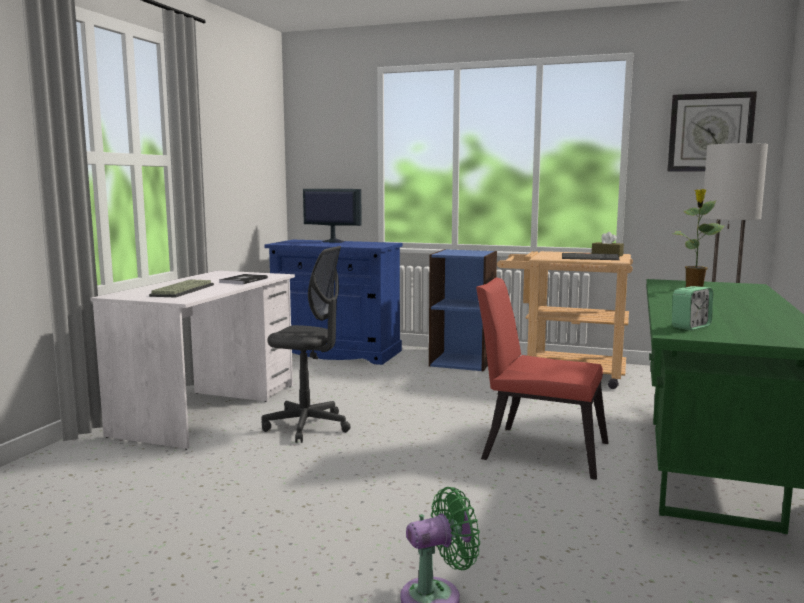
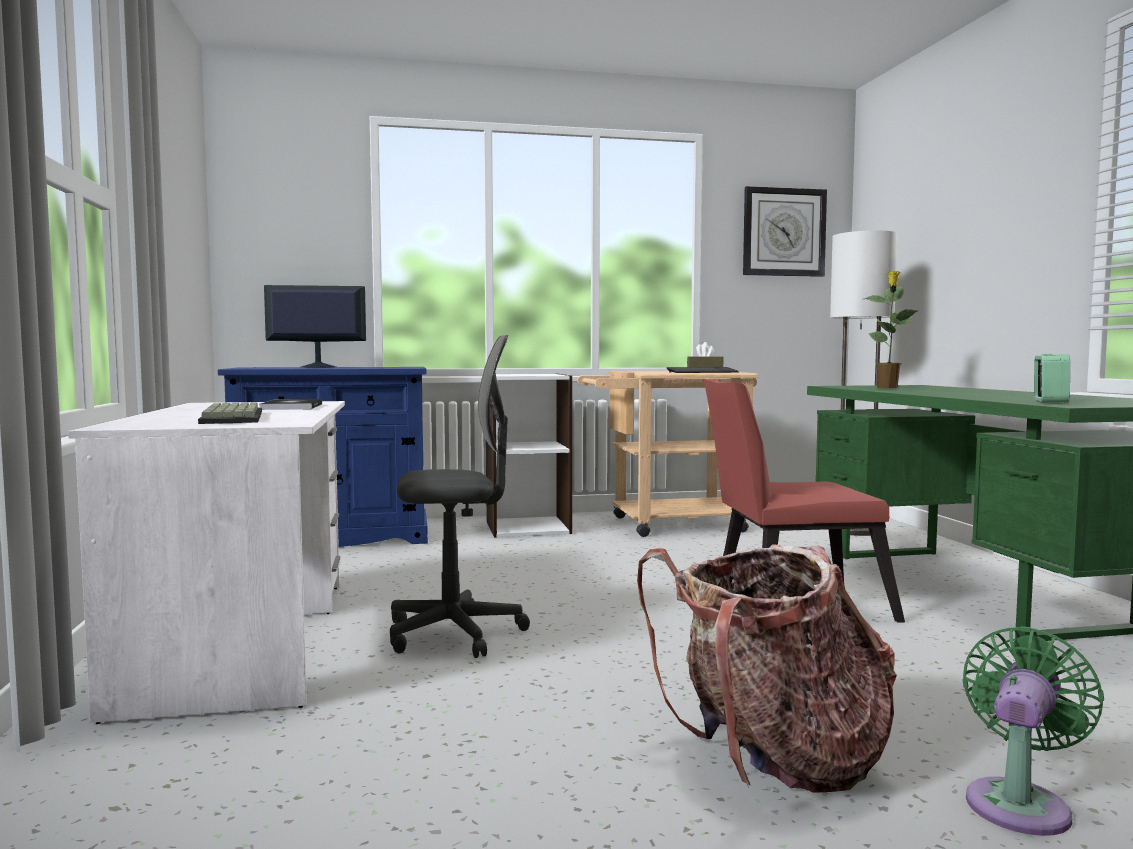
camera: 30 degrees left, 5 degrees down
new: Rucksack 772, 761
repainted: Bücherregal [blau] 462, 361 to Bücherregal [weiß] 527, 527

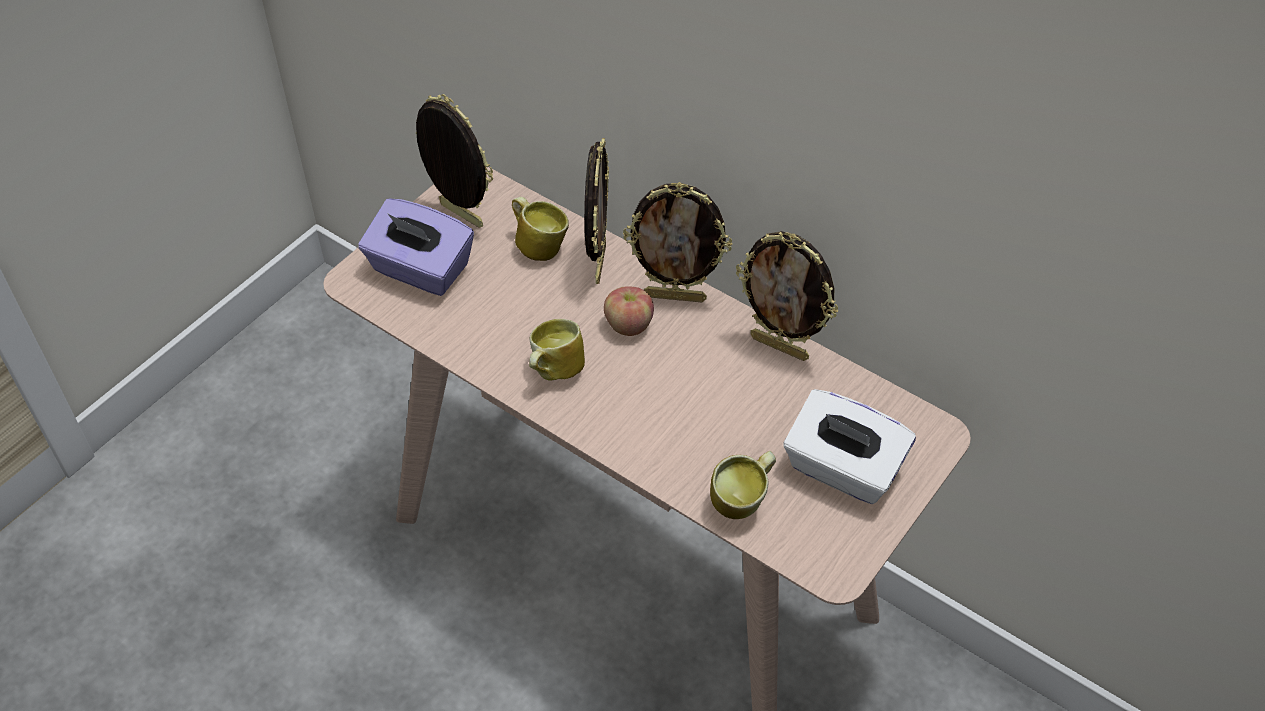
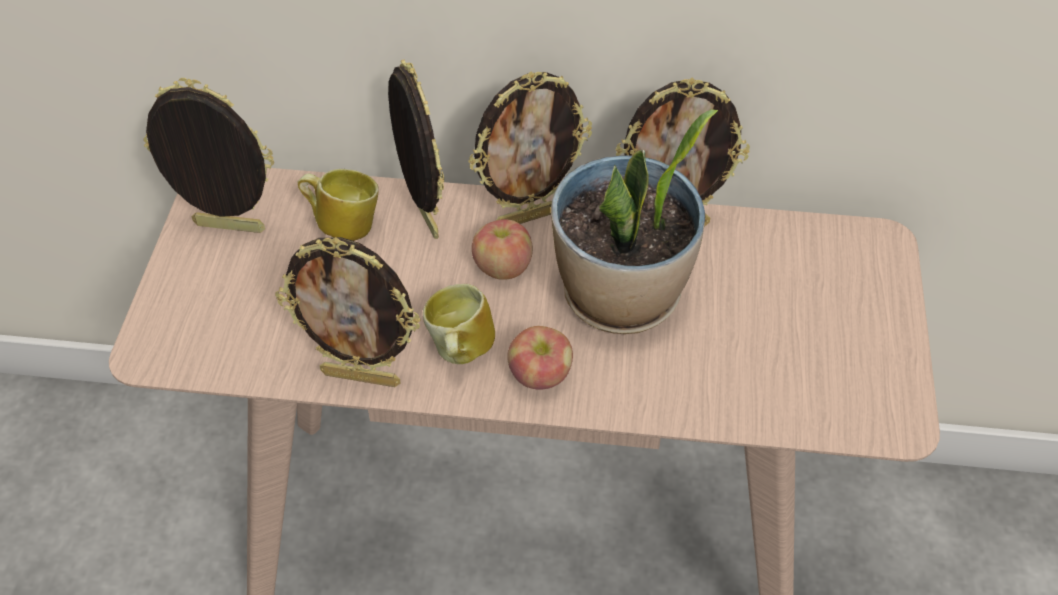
camera: 30 degrees left, 0 degrees up
gone: Taschentuchbox [lila] 420, 270; Henkelbecher 742, 503; Taschentuchbox [weiß] 842, 469
new: Bilderrahmen 362, 376; Apfel 540, 376; Topfpflanze 621, 297

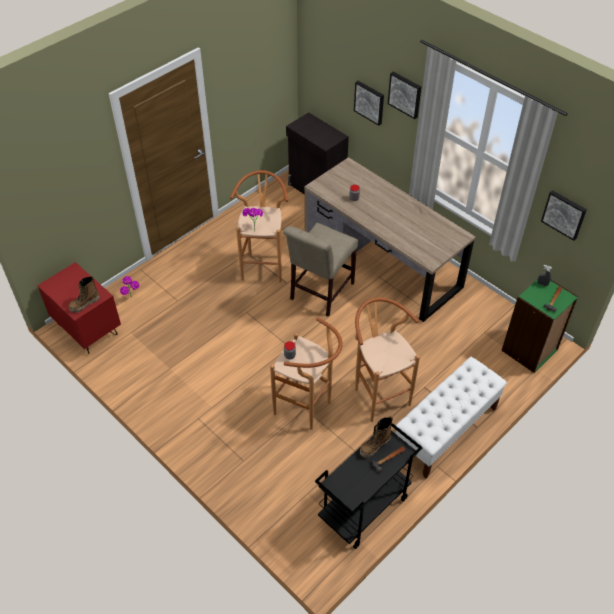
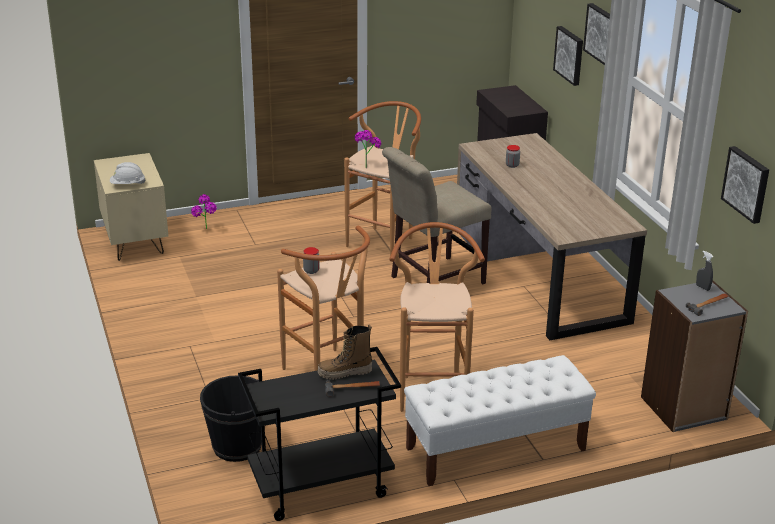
camera: 25 degrees right, 20 degrees down
new: Eimer [schwarz] 237, 446
swapped: Stiefel 85, 304 to Schutzhelm [weiß] 127, 185
repainted: Nachttisch [rot] 87, 330 to Nachttisch [beige] 135, 242; Bücherregal [grün] 530, 350 to Bücherregal [grau] 684, 408

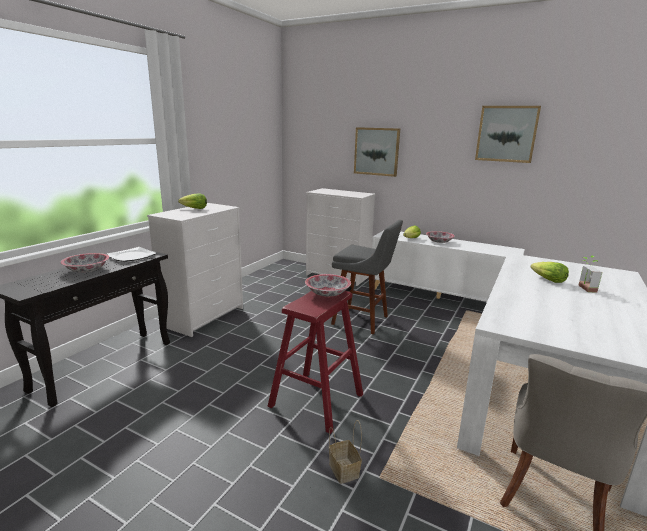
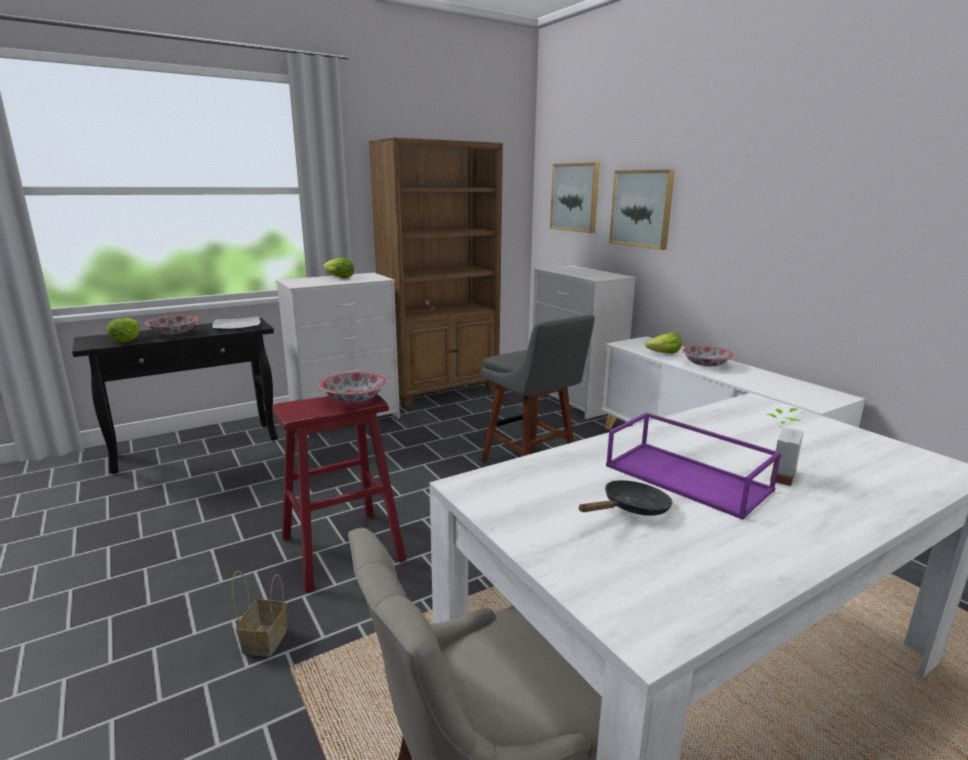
camera: 30 degrees right, 0 degrees up
new: Bücherregal [braun] 442, 392; Pfanne [schwarz] 631, 509; Tablett [lila] 689, 478
shifted: Salatkopf 548, 280 to 126, 340; Bild 506, 134 to 575, 197

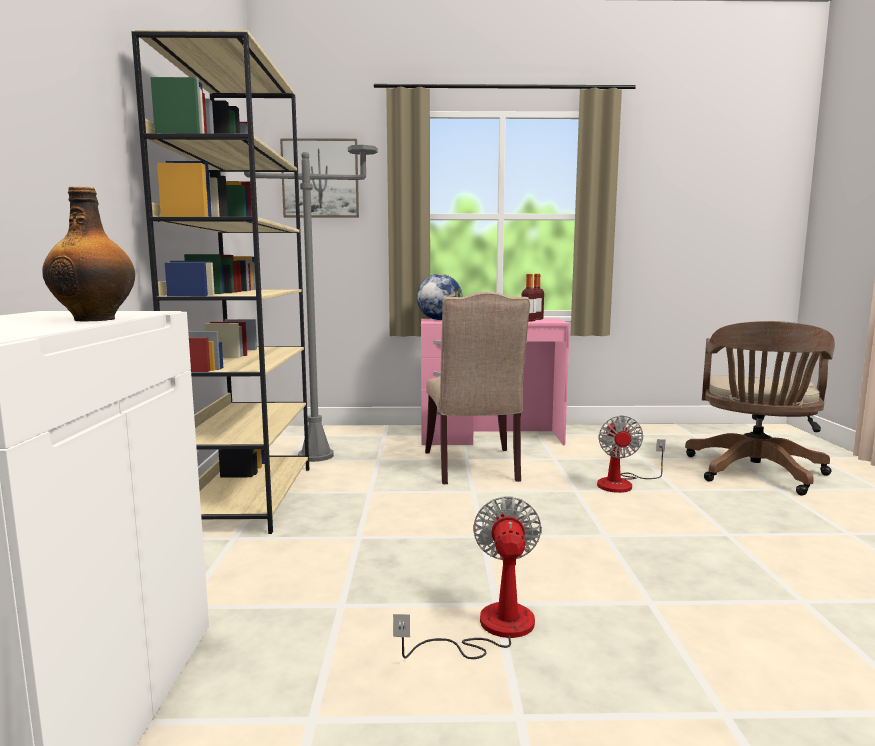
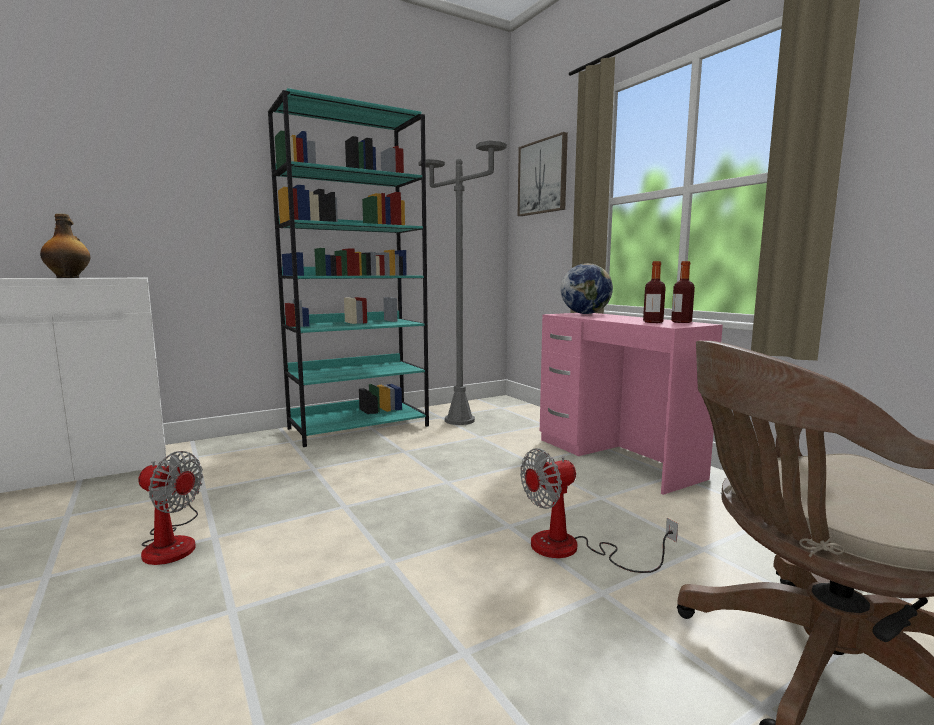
camera: 60 degrees right, 0 degrees up
gone: Stuhl [beige] 474, 468
repainted: Bücherregal [beige] 249, 497 to Bücherregal [türkis] 359, 427
rotated: Ventilator 490, 629 = 172, 542 45 degrees clockwise

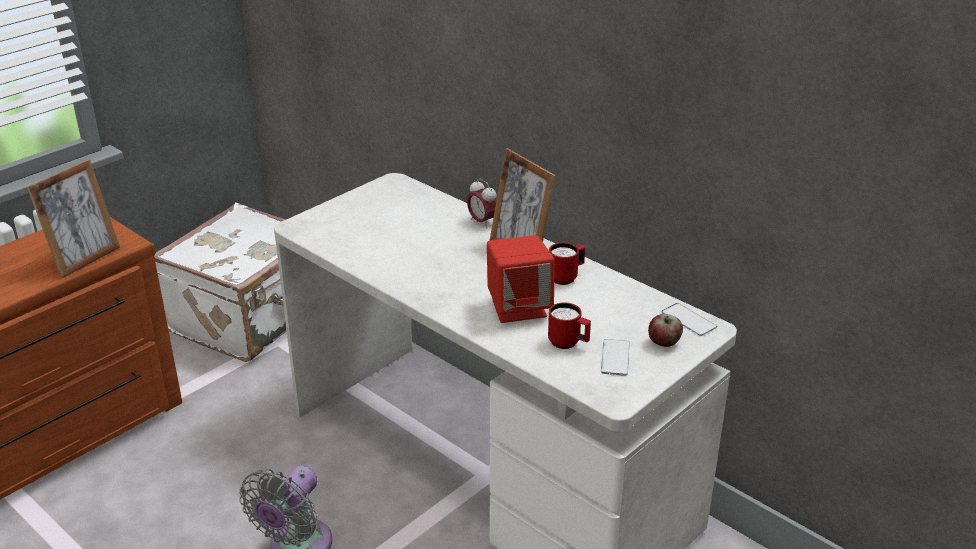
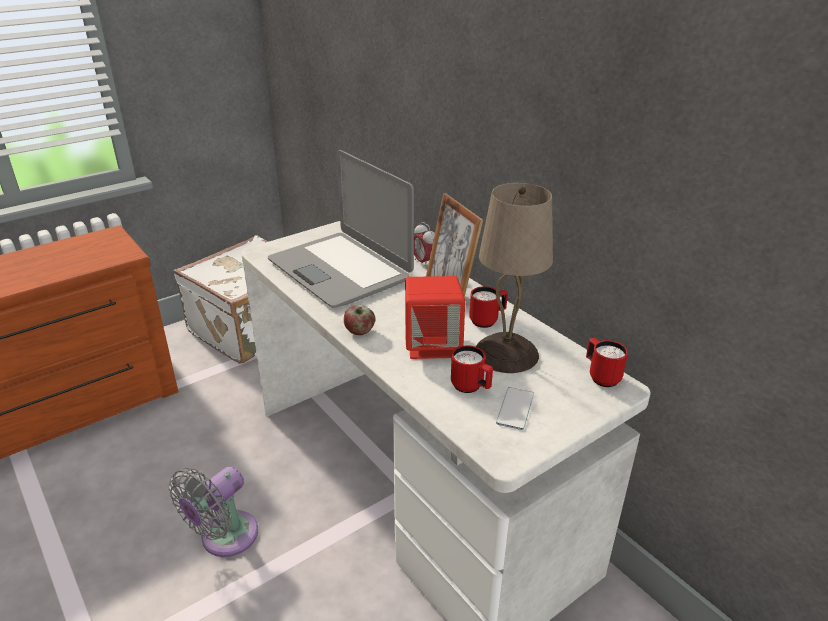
camera: 10 degrees right, 0 degrees up
gone: Bilderrahmen 85, 259
new: Laptop 340, 269; Tischlampe [beige] 507, 352
shifted: Apfel 664, 343 to 359, 332
swapped: Handy 688, 320 to Henkelbecher [rot] 601, 376

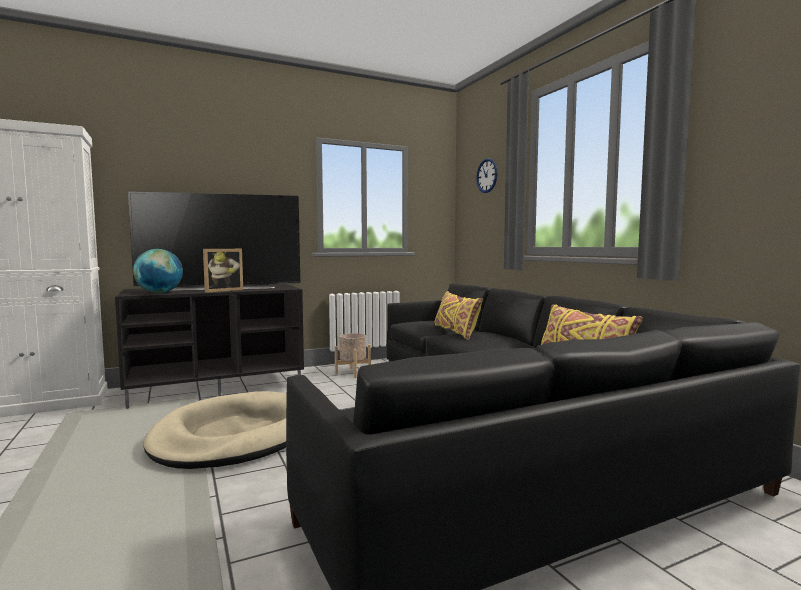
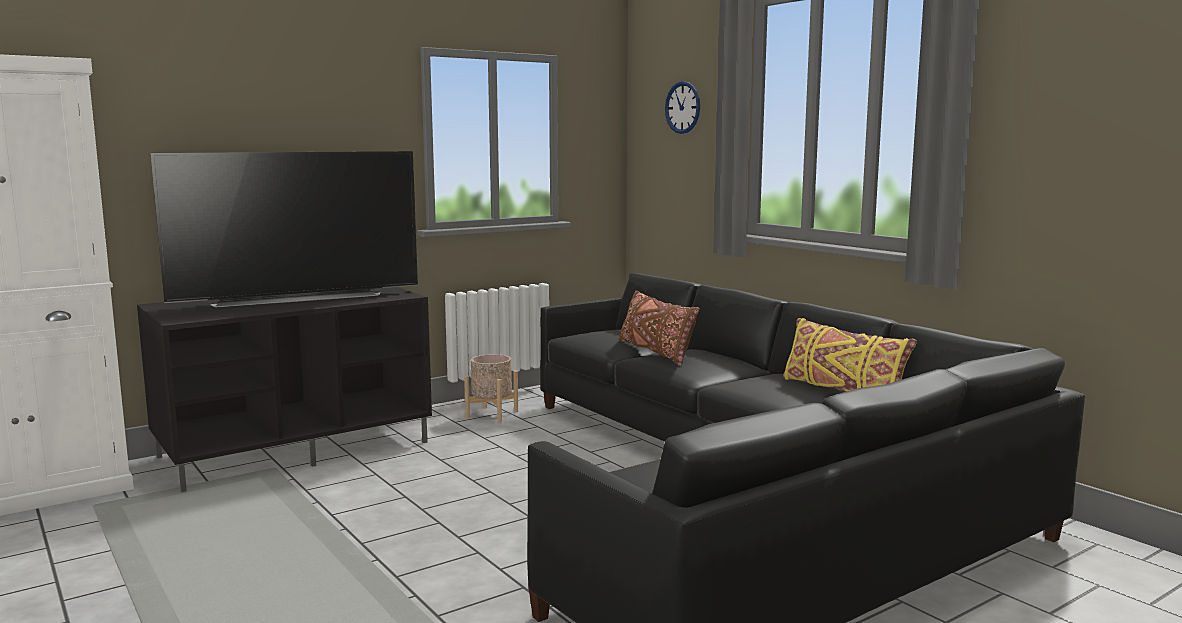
camera: 10 degrees left, 5 degrees up
gone: Globus 159, 293; Hundebett [beige] 234, 436; Bilderrahmen 222, 290
repainted: Kissen [gelb] 456, 332 to Kissen [braun] 656, 352

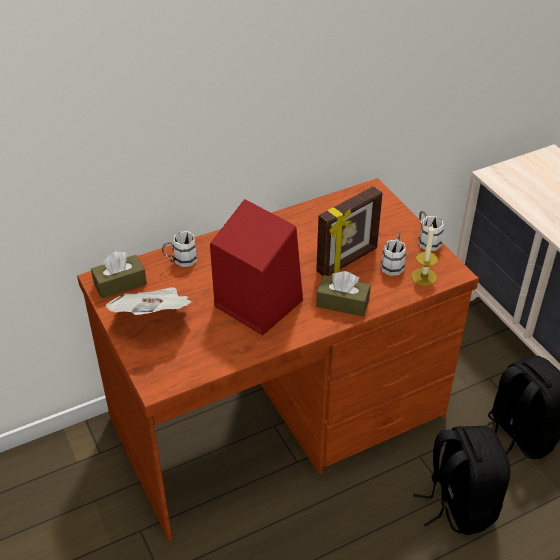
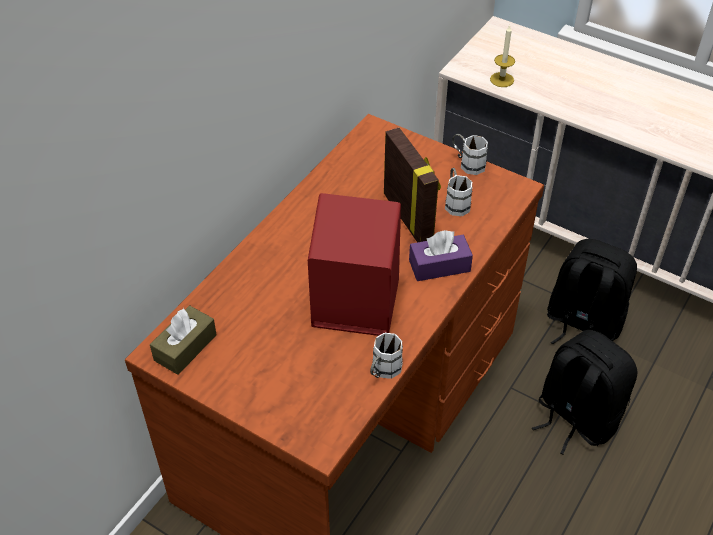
camera: 30 degrees left, 5 degrees up
gone: Zeitung 153, 317
shifted: Henkelbecher [weiß] 180, 261 to 383, 371; Kerze 424, 277 to 502, 80
repainted: Taschentuchbox [braun] 342, 303 to Taschentuchbox [lila] 439, 266
rotated: Bilderrahmen 347, 261 = 409, 217 45 degrees counterclockwise

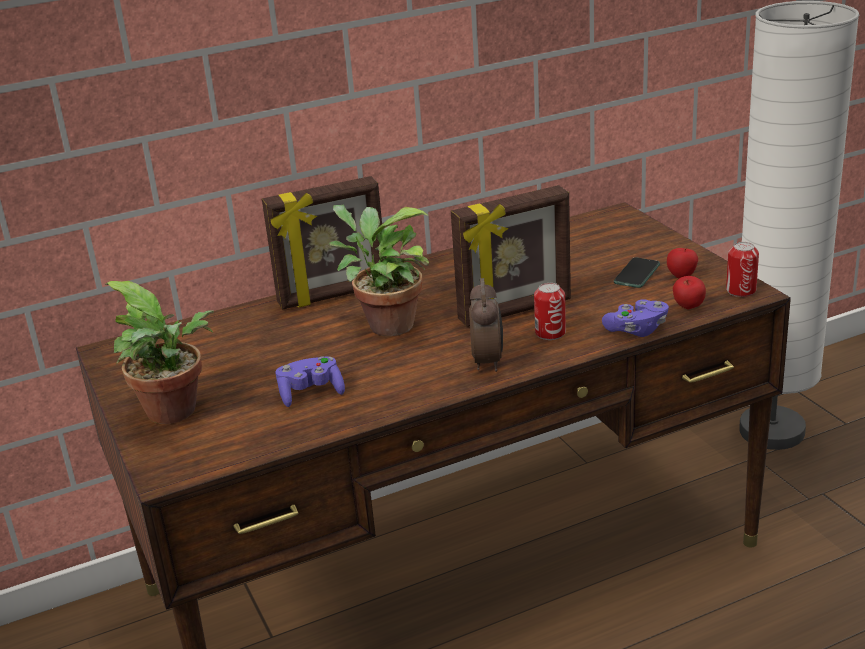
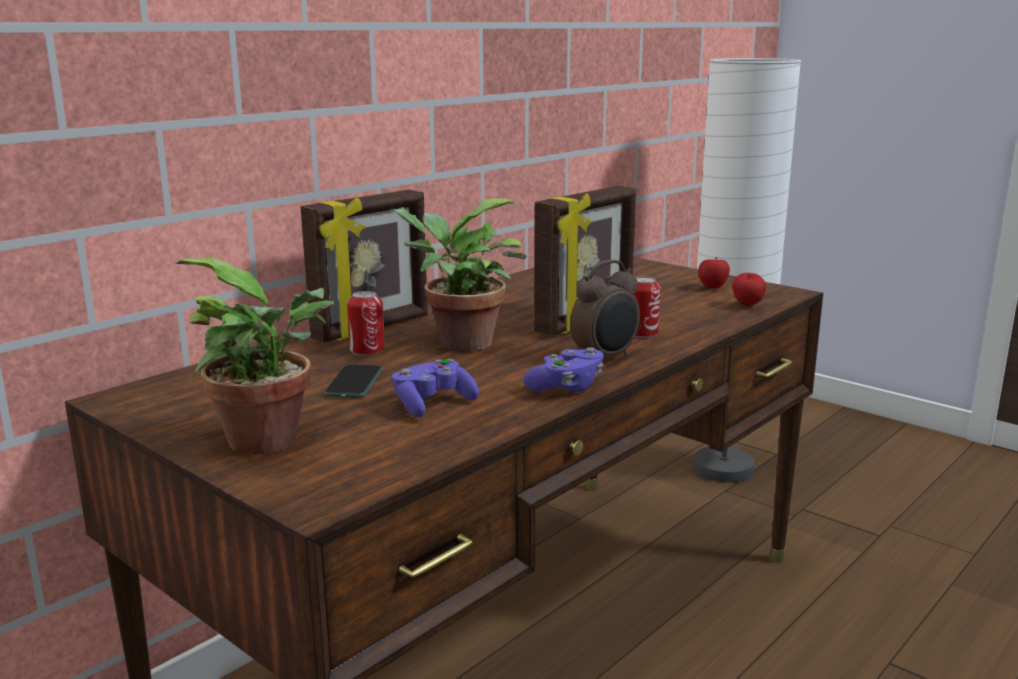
camera: 25 degrees left, 10 degrees down
shifted: Handy 637, 274 to 354, 383; Dose 741, 290 to 367, 350; Gamepad [lila] 637, 330 to 566, 387
rotated: Wecker 488, 361 = 605, 358 75 degrees clockwise

